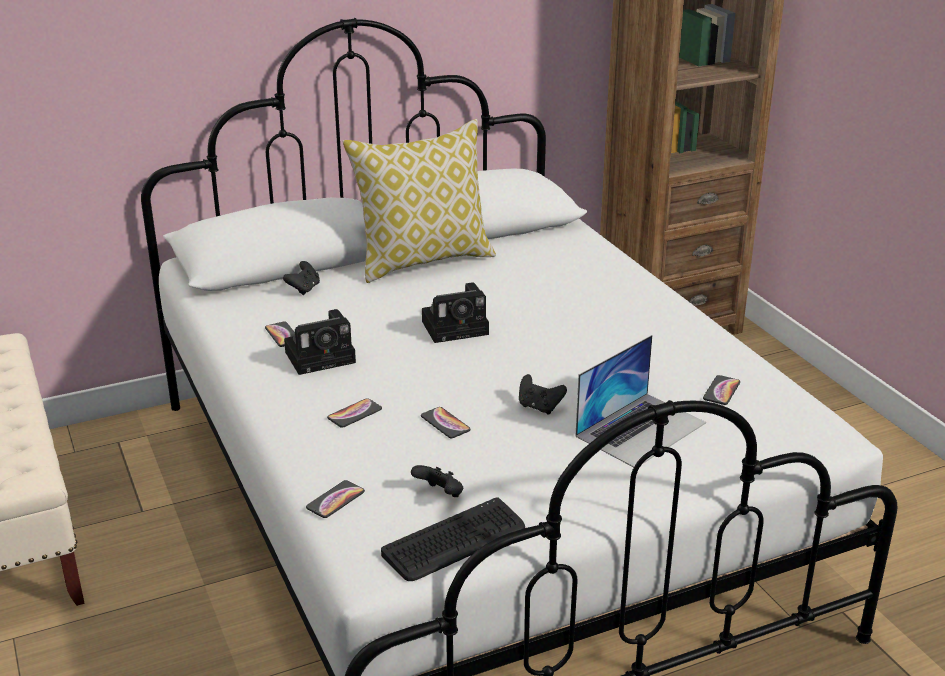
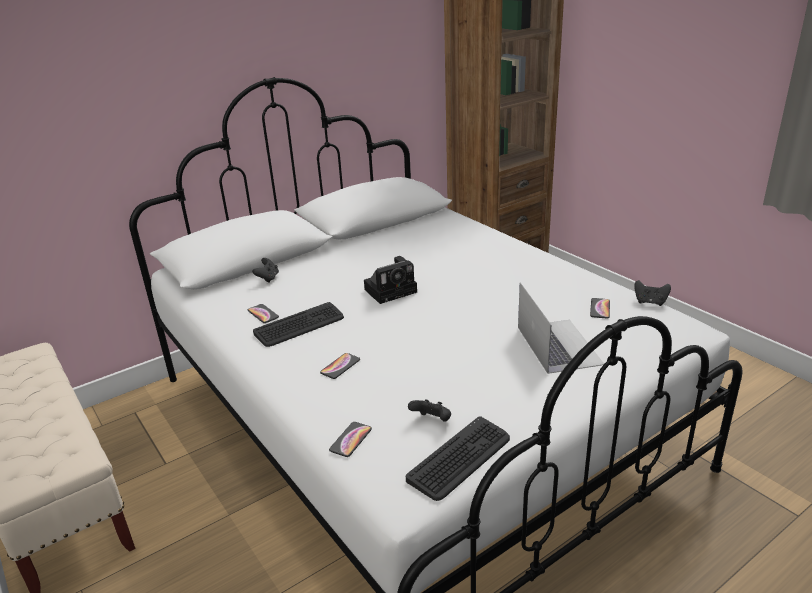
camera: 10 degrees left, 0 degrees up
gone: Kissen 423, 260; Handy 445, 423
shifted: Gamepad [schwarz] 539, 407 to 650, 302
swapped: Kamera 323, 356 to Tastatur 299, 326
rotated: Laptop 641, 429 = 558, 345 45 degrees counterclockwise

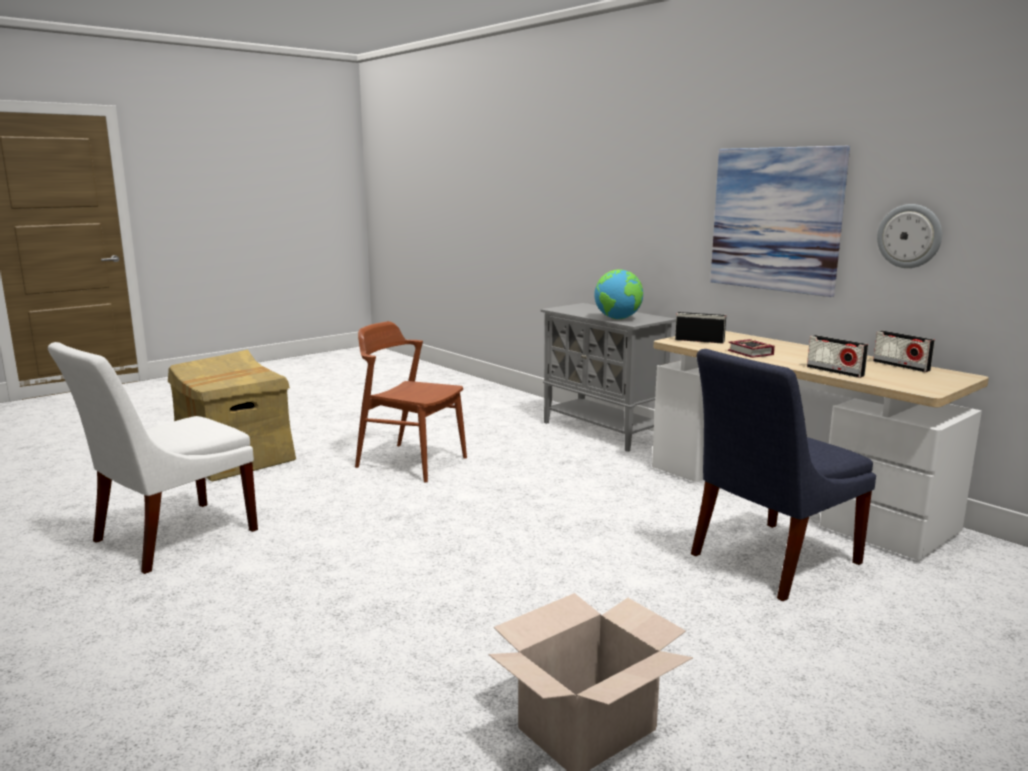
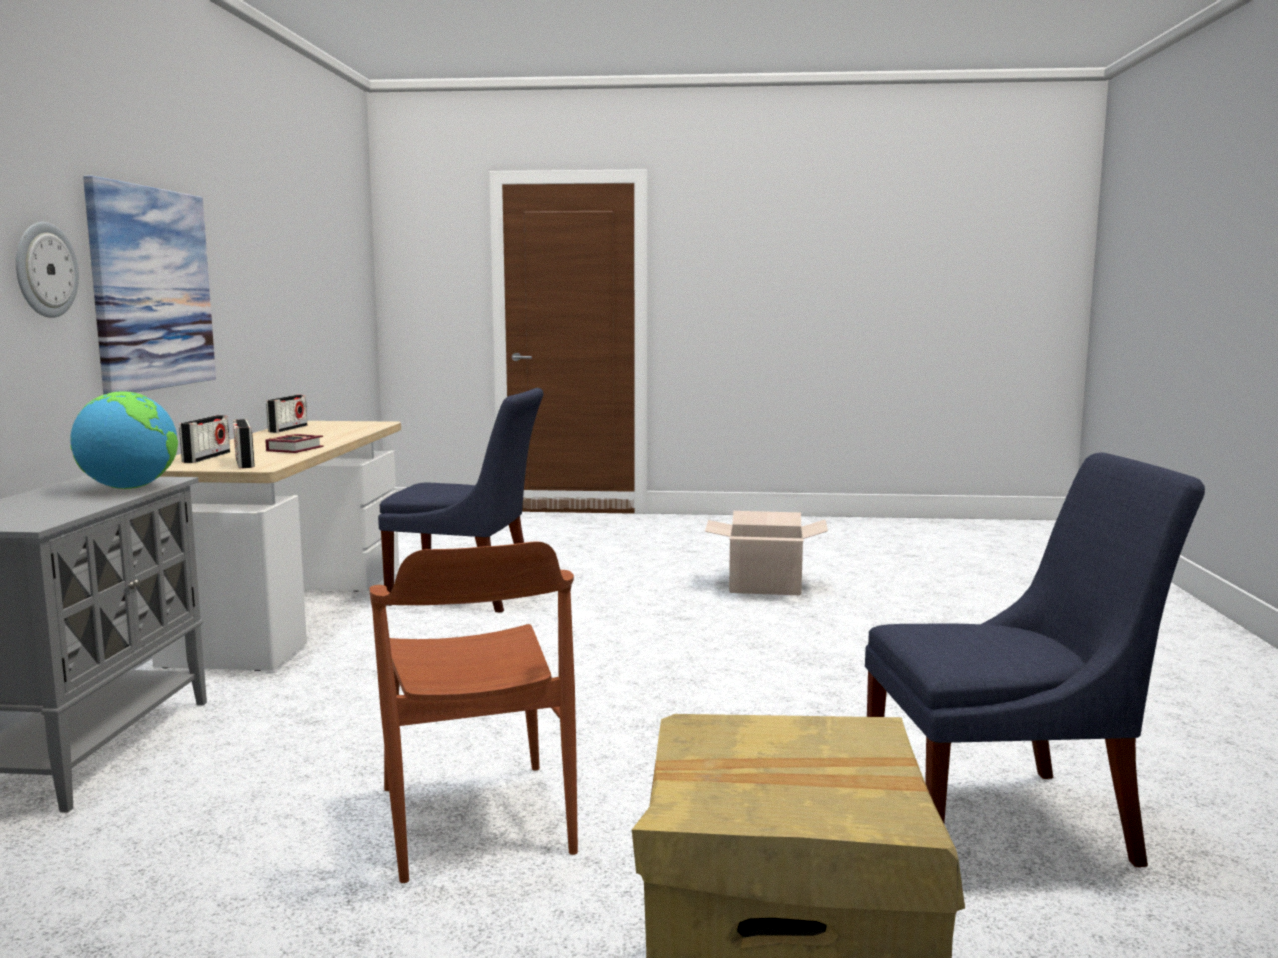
camera: 135 degrees left, 5 degrees down
shifted: Wanduhr 909, 236 to 44, 270; Radio 835, 371 to 206, 457
repainted: Stuhl [weiß] 169, 537 to Stuhl [blau] 1008, 821

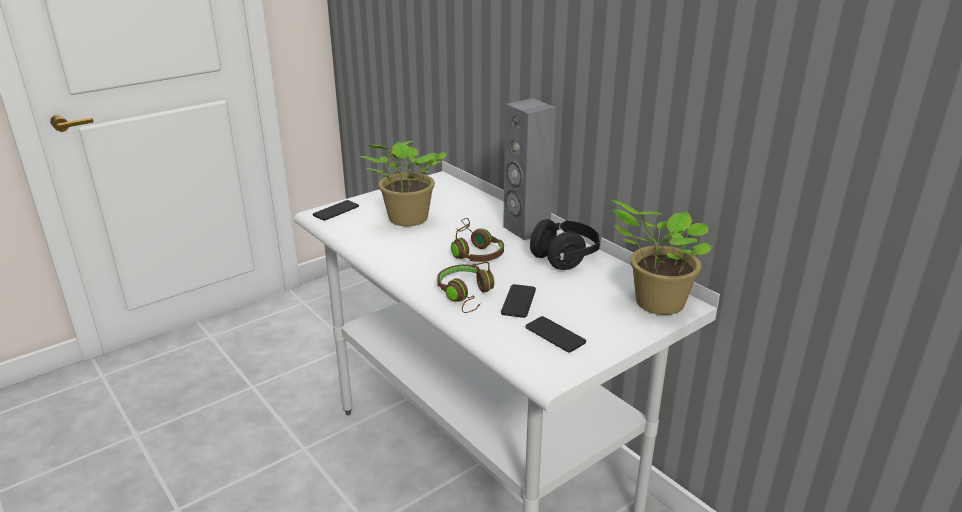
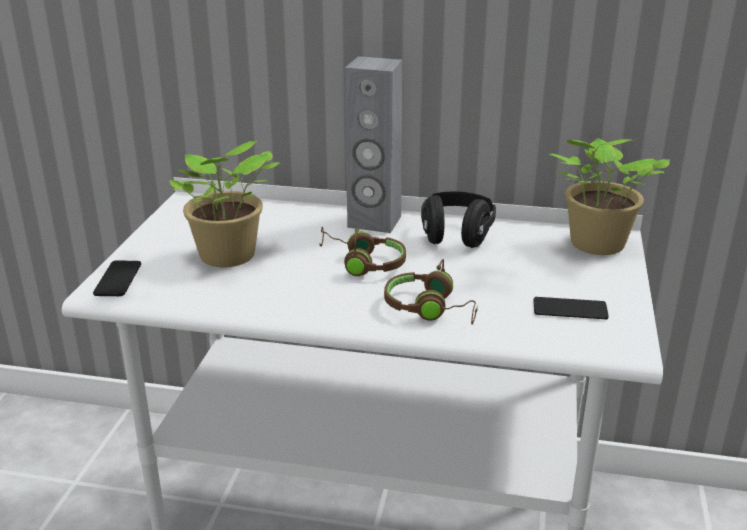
camera: 40 degrees left, 0 degrees up
gone: Handy 518, 301

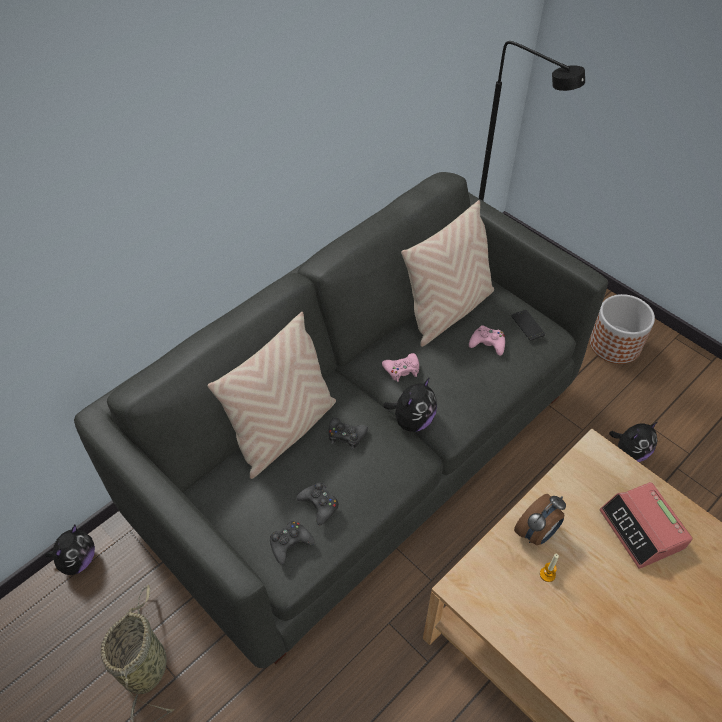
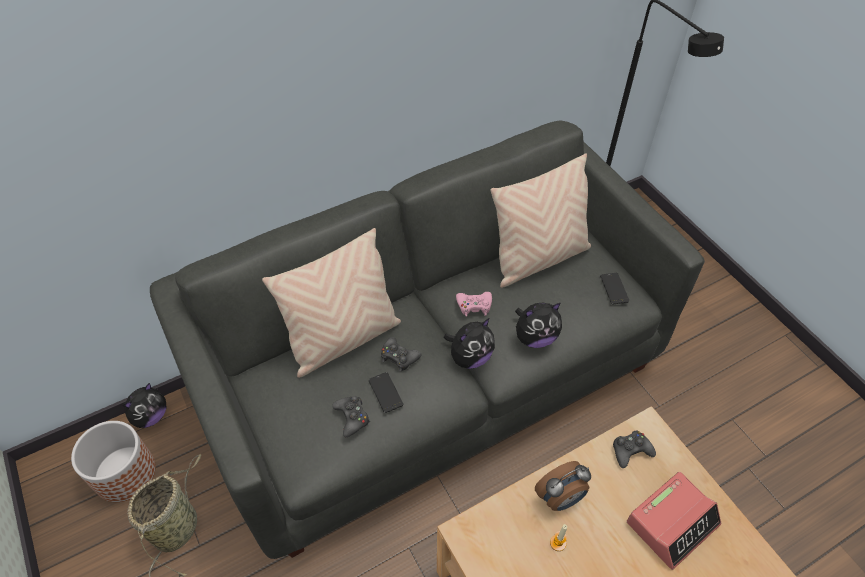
camera: 15 degrees right, 0 degrees up
gone: Gamepad [rosa] 487, 343
new: Handy 385, 392
shifted: Pflanzkübel 614, 344 to 124, 473; Plüschtier 629, 452 to 535, 337; Gamepad [schwarz] 290, 543 to 630, 451
rotated: Wecker 642, 530 = 672, 523 120 degrees counterclockwise

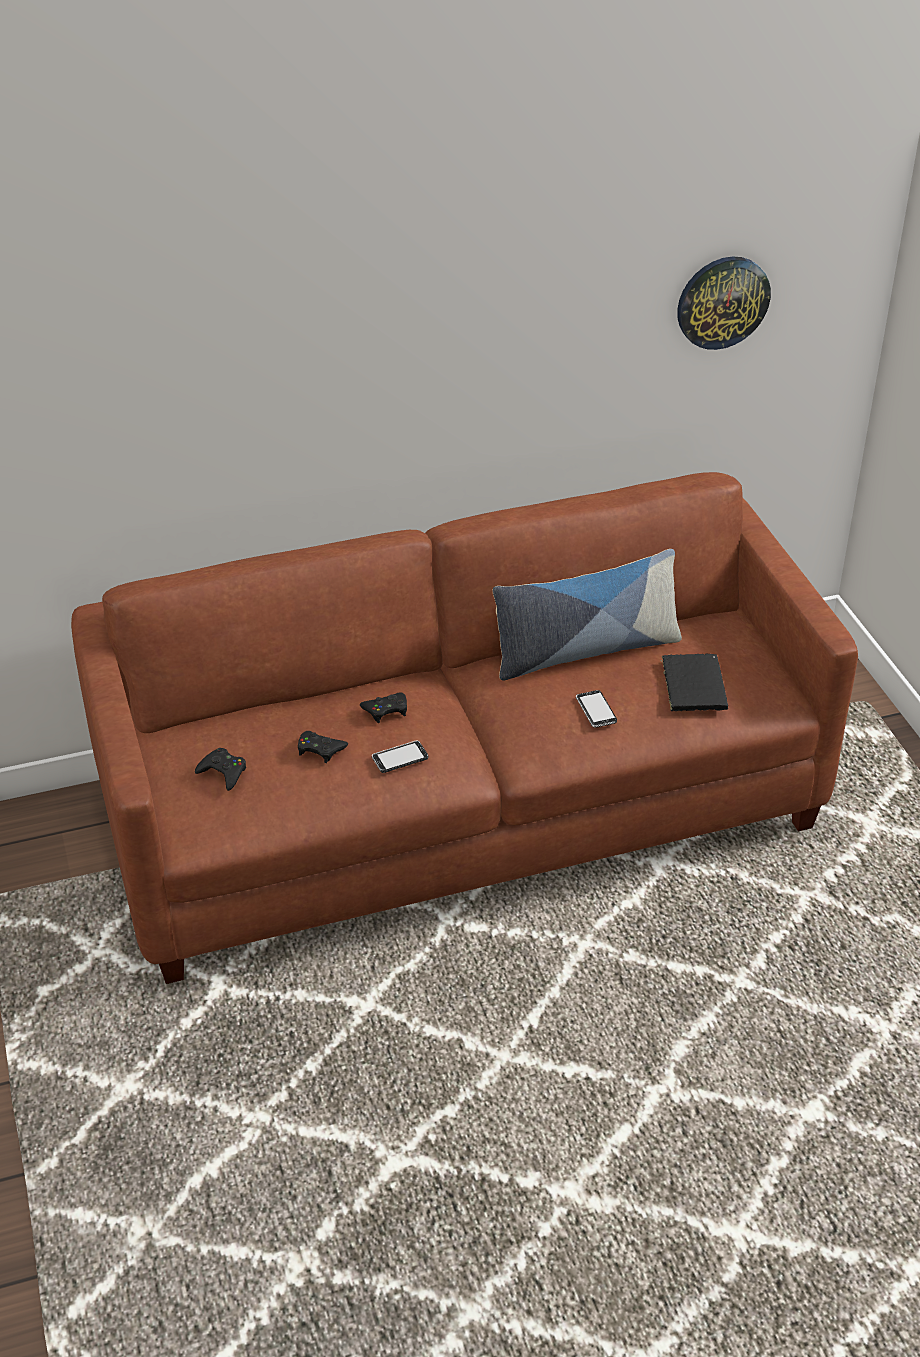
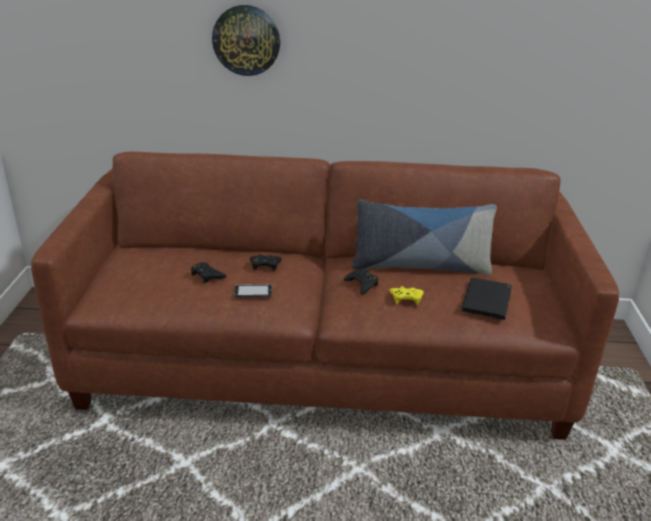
camera: 20 degrees right, 10 degrees down
shifted: Wanduhr 722, 302 to 246, 40; Gamepad [schwarz] 223, 772 to 362, 284
swapped: Handy 596, 710 to Gamepad [gelb] 406, 298

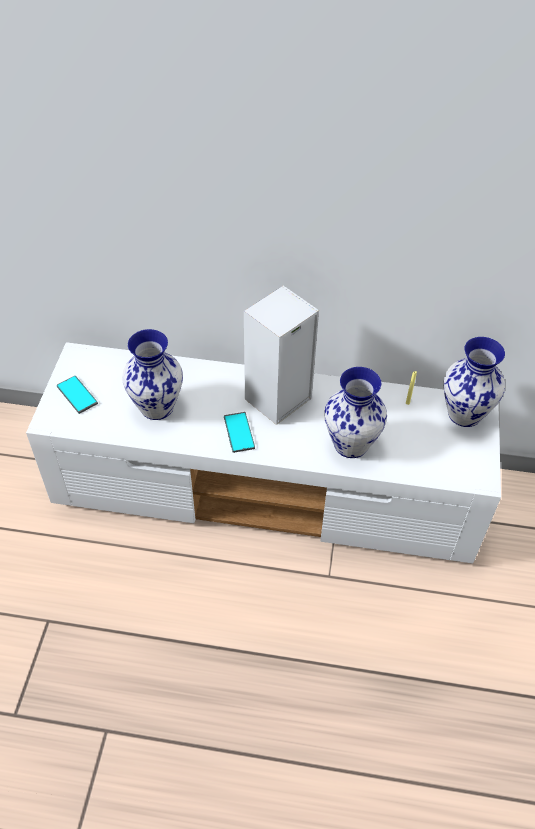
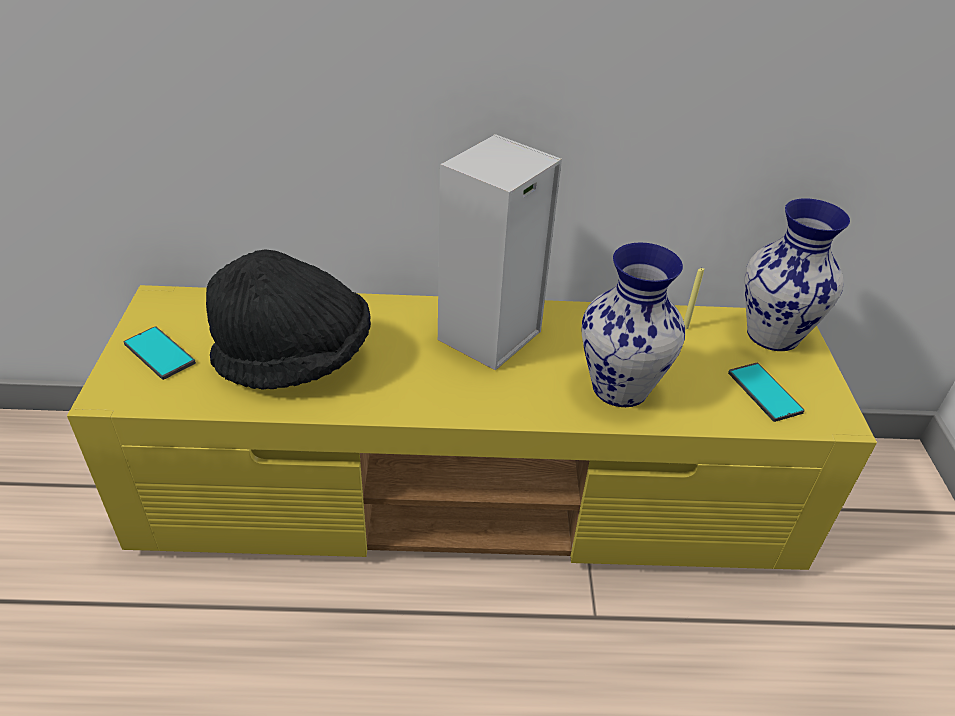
camera: 10 degrees left, 10 degrees down
shifted: Handy 239, 432 to 764, 392
swapped: Vase 156, 406 to Hut [schwarz] 295, 360
repainted: Fernsehschrank [weiß] 268, 488 to Fernsehschrank [gelb] 473, 494

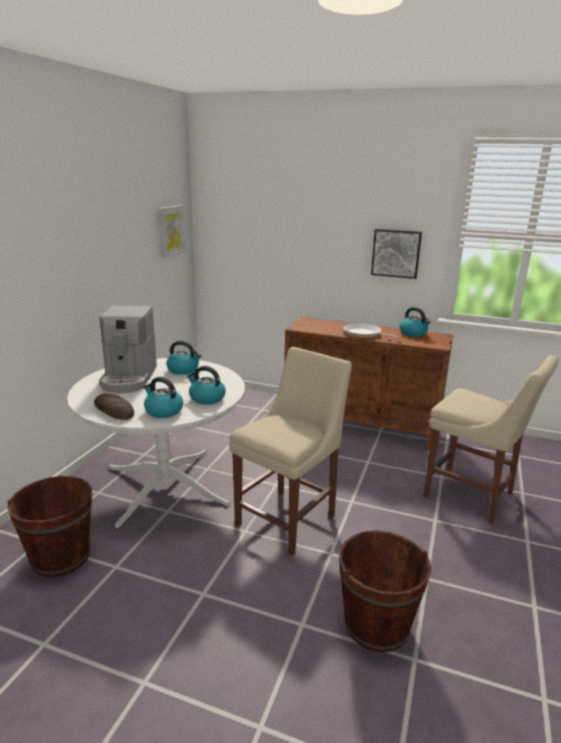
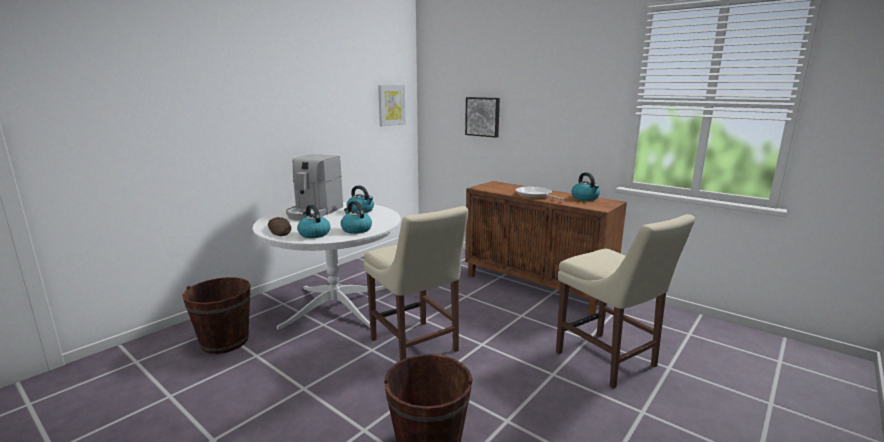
camera: 20 degrees right, 5 degrees down
shifted: Bild 396, 253 to 483, 116
rotated: Stuhl [beige] 289, 518 = 416, 347 90 degrees clockwise

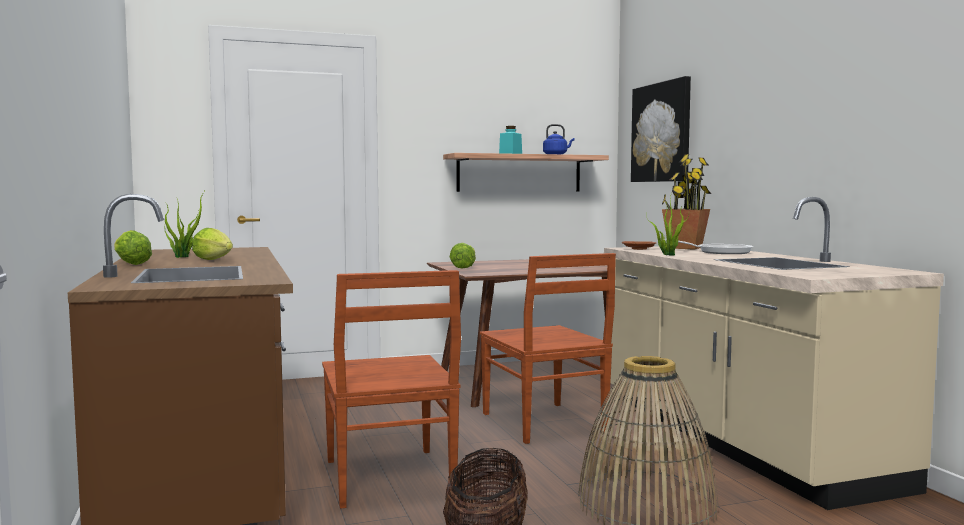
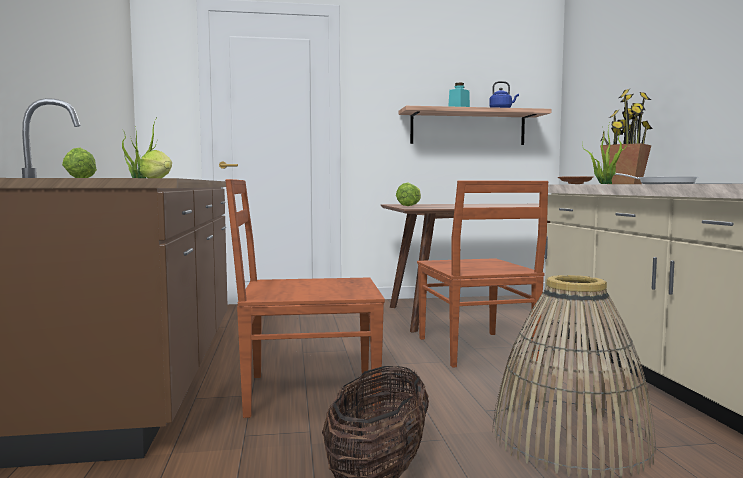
camera: 10 degrees right, 0 degrees up
gone: Bild 662, 132
rotated: Stuhl [braun] 388, 478 = 307, 392 90 degrees clockwise

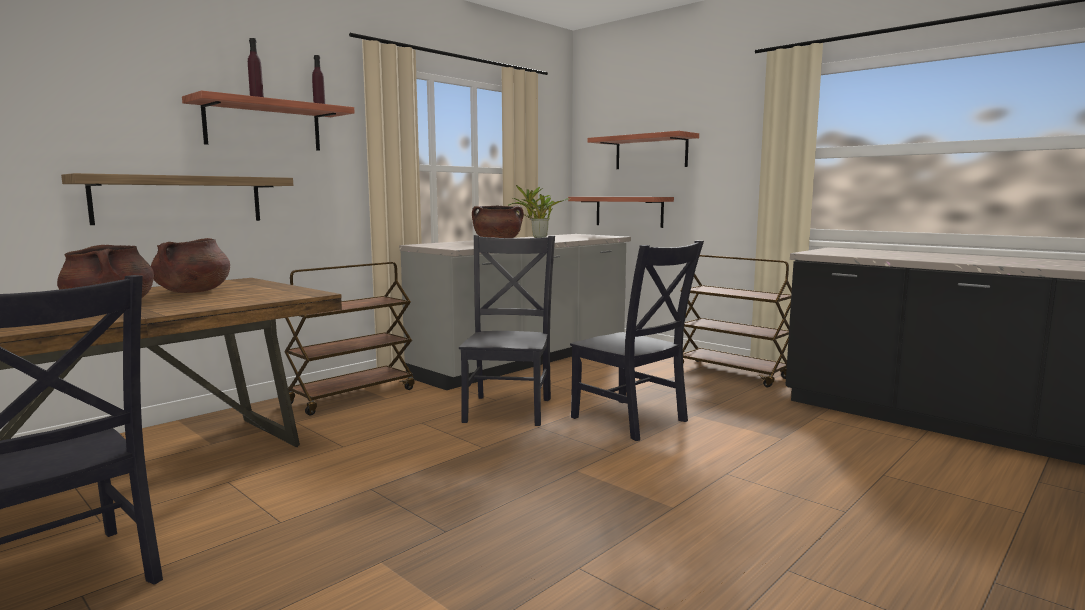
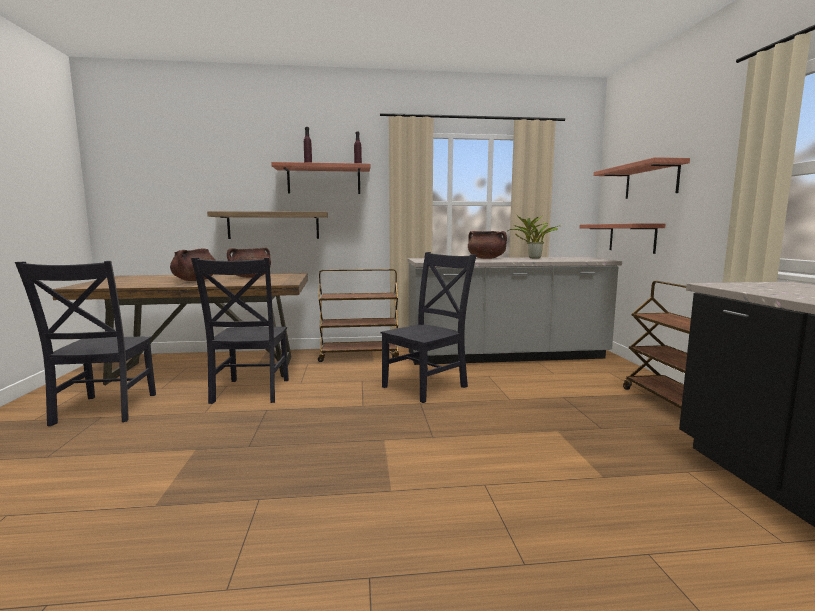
camera: 40 degrees right, 0 degrees up
shifted: Stuhl [schwarz] 632, 421 to 250, 392

